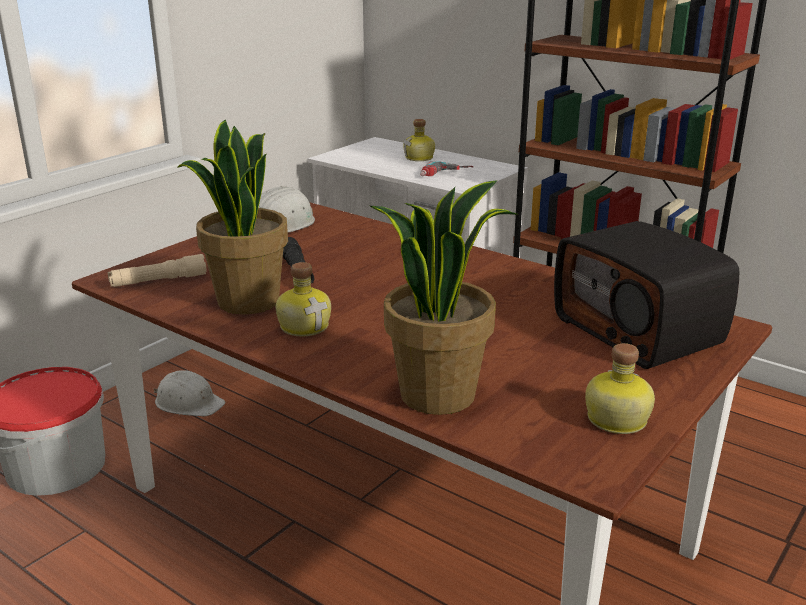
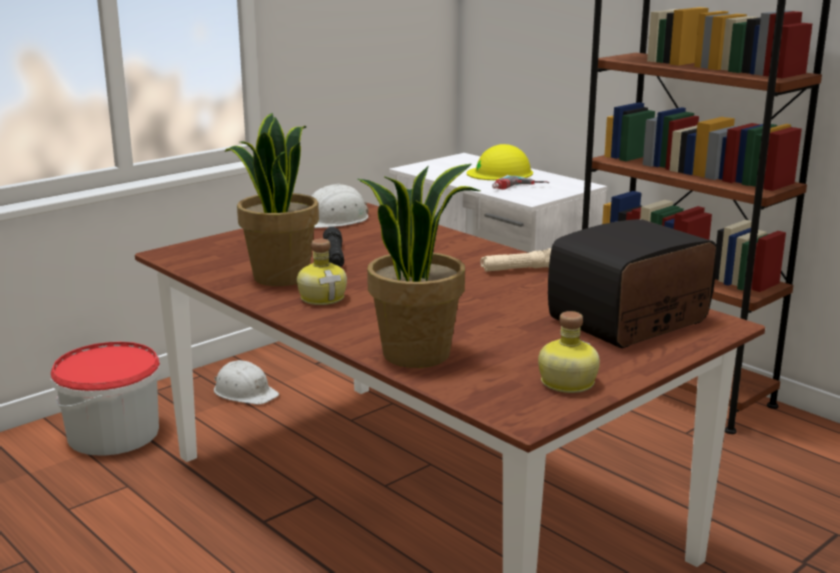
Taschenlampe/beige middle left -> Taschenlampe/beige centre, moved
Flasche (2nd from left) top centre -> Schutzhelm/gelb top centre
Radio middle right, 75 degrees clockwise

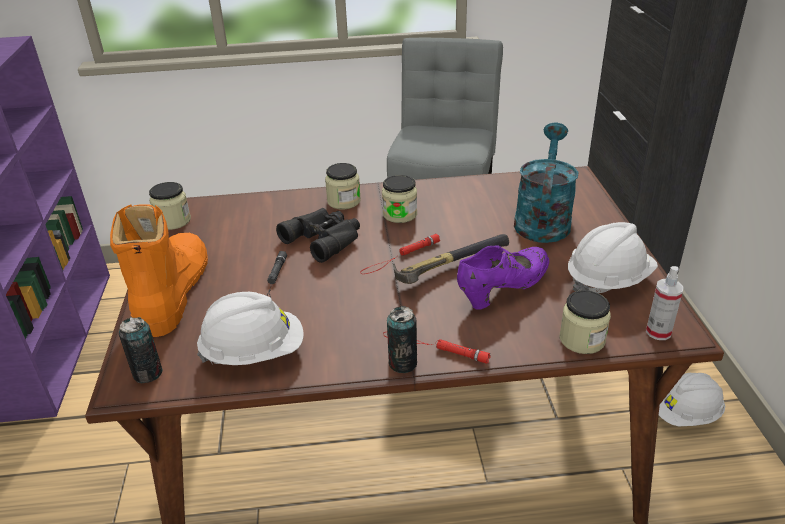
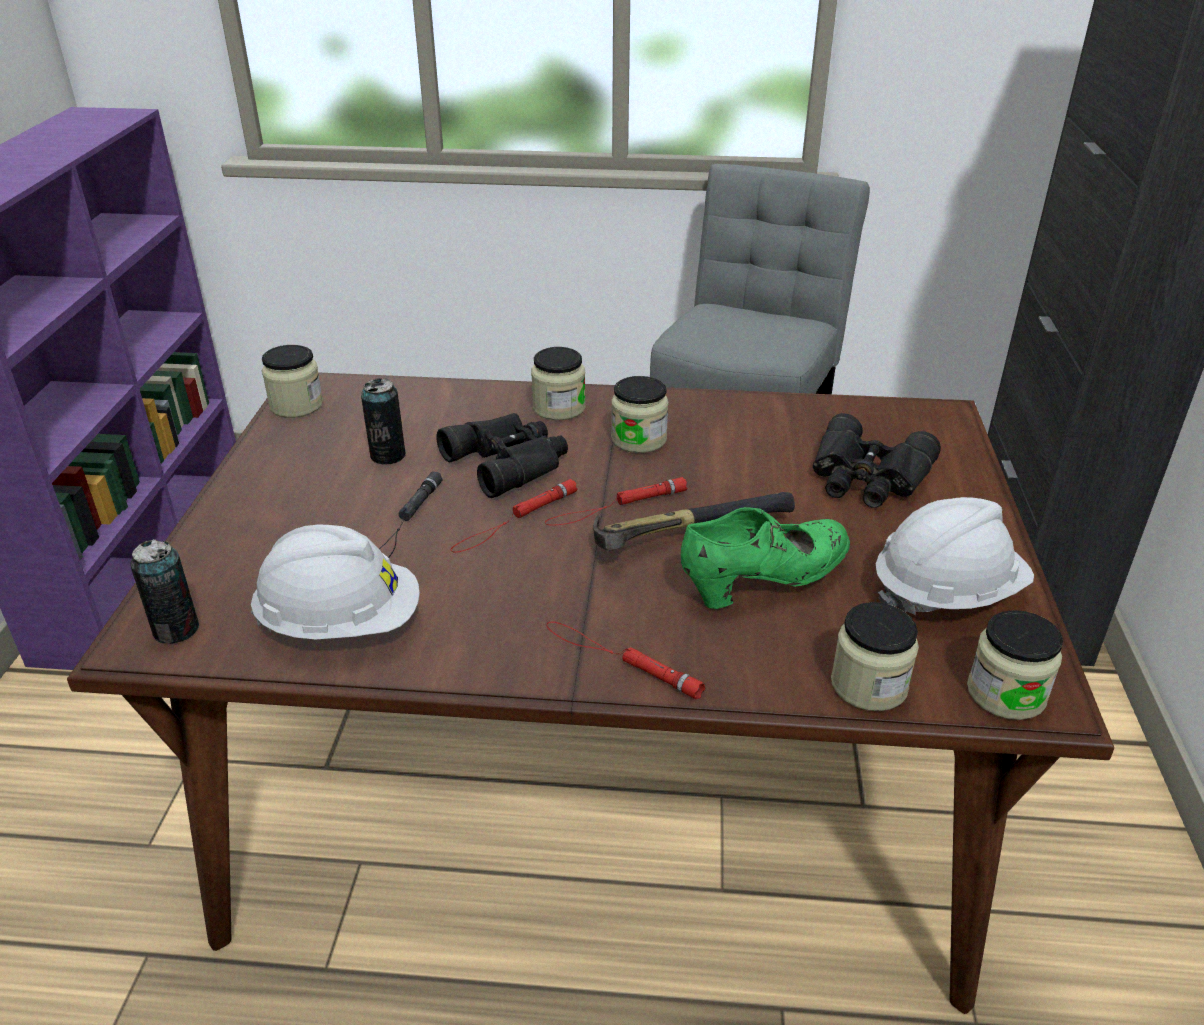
Stiefel/orange middle left -> none
Schutzhelm/weiß (3rd from left) bottom right -> none
none -> Taschenlampe/rot (1st from left) centre
Dose (2nd from left) centre -> Dose (2nd from left) middle left, moved
Gießkanne/türkis middle right -> Fernglas/schwarz (2nd from left) middle right
Sprühflasche middle right -> Vorratsglas (5th from left) middle right
Schuh/lila centre -> Schuh/grün centre

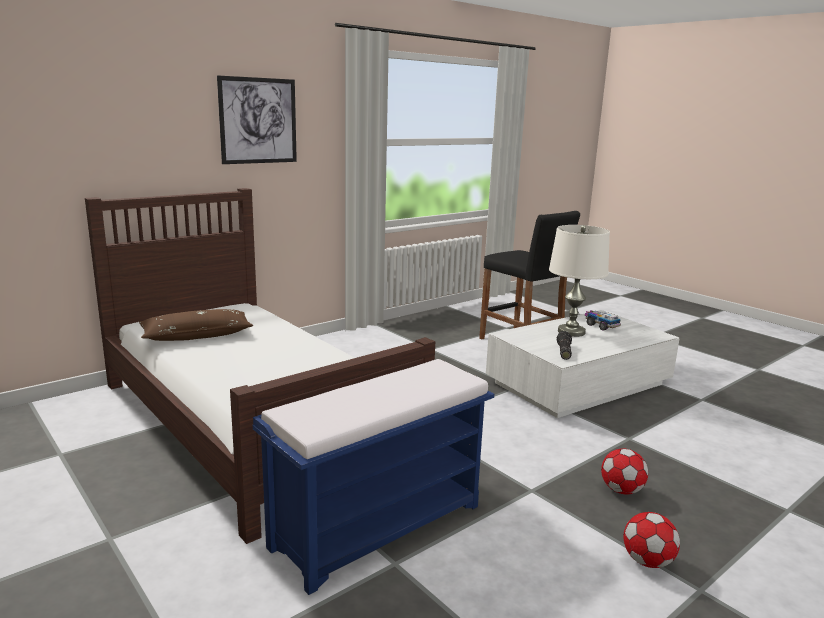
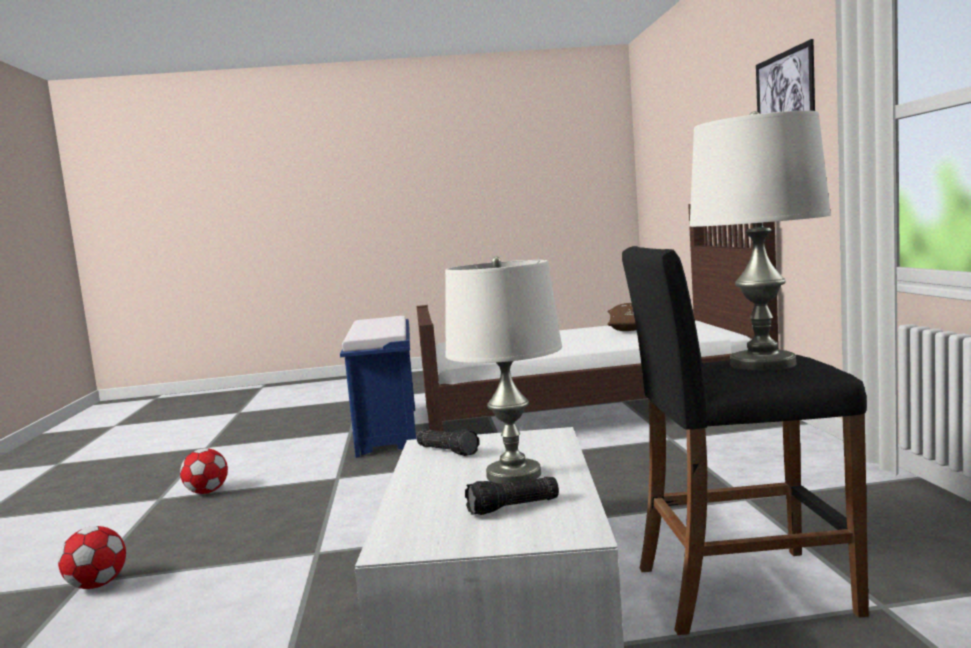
none -> Tischlampe/weiß (2nd from left) middle right
Fußball (1st from left) bottom right -> Fußball (1st from left) bottom left, moved
Spielzeuglaster middle right -> Taschenlampe (2nd from left) bottom centre

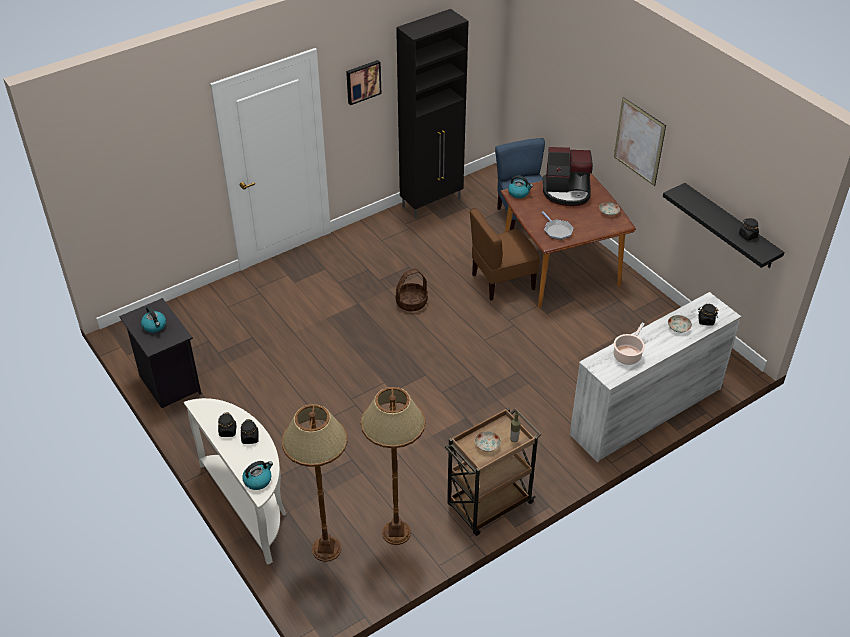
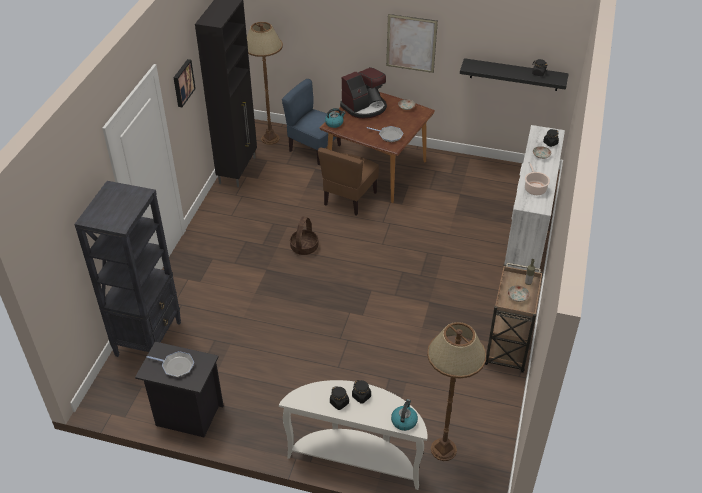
none -> Bücherregal/schwarz middle left
Stehlampe/braun (2nd from left in the first image) bottom centre -> Stehlampe/braun (1st from left) top centre, moved
Wasserkessel (1st from left) middle left -> Pfanne (1st from left) bottom left

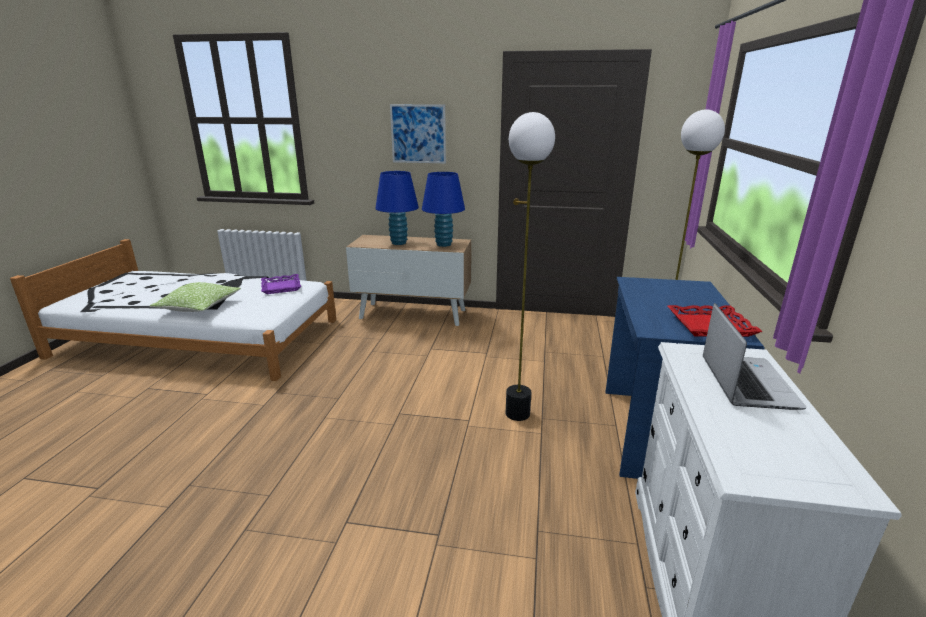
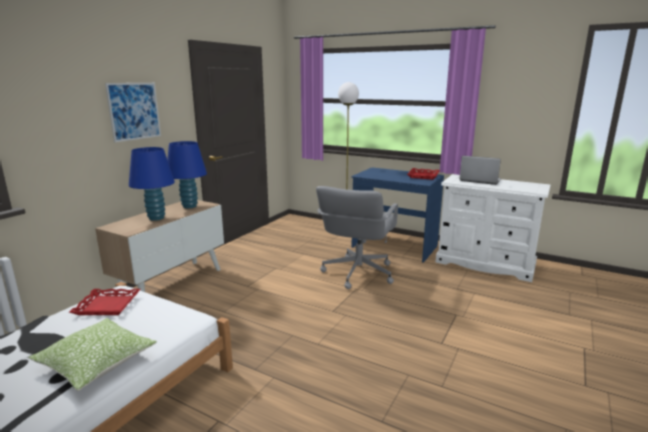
Stehlampe (1st from left) centre -> Bürostuhl/grau centre
Tablett/lila middle left -> Tablett/rot (1st from left) bottom left

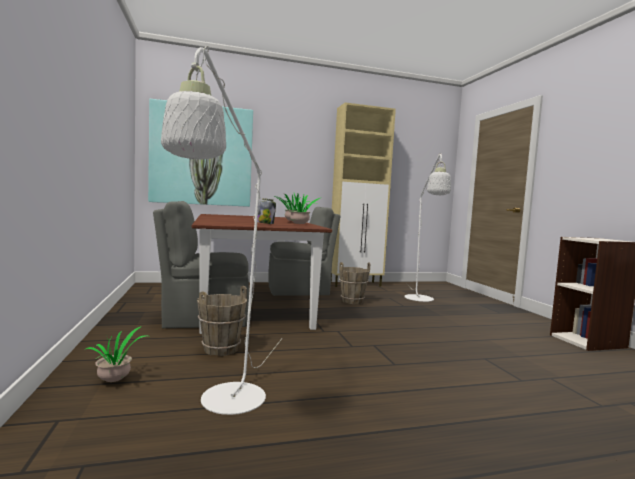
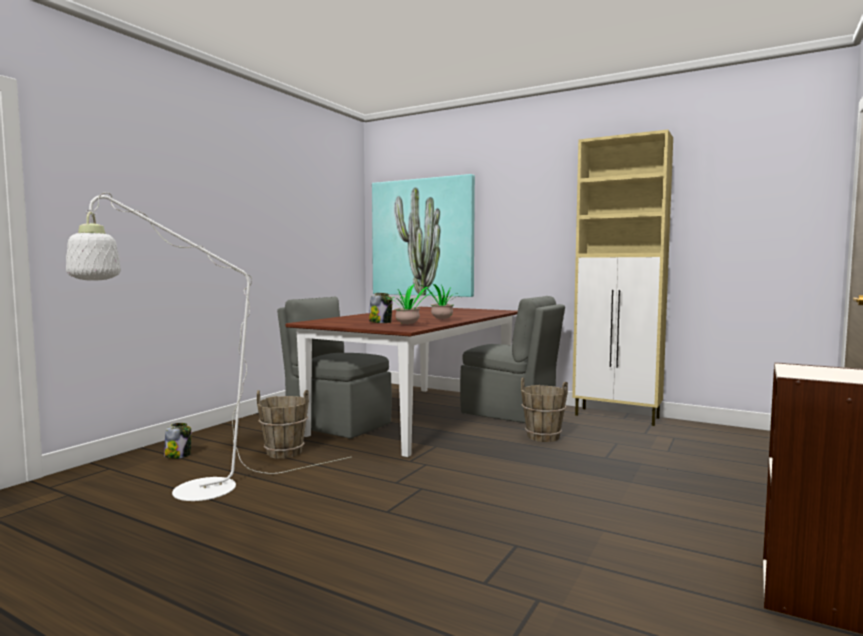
Stehlampe/weiß (2nd from left) middle right -> none
Topfpflanze (1st from left) bottom left -> Vorratsglas (1st from left) bottom left

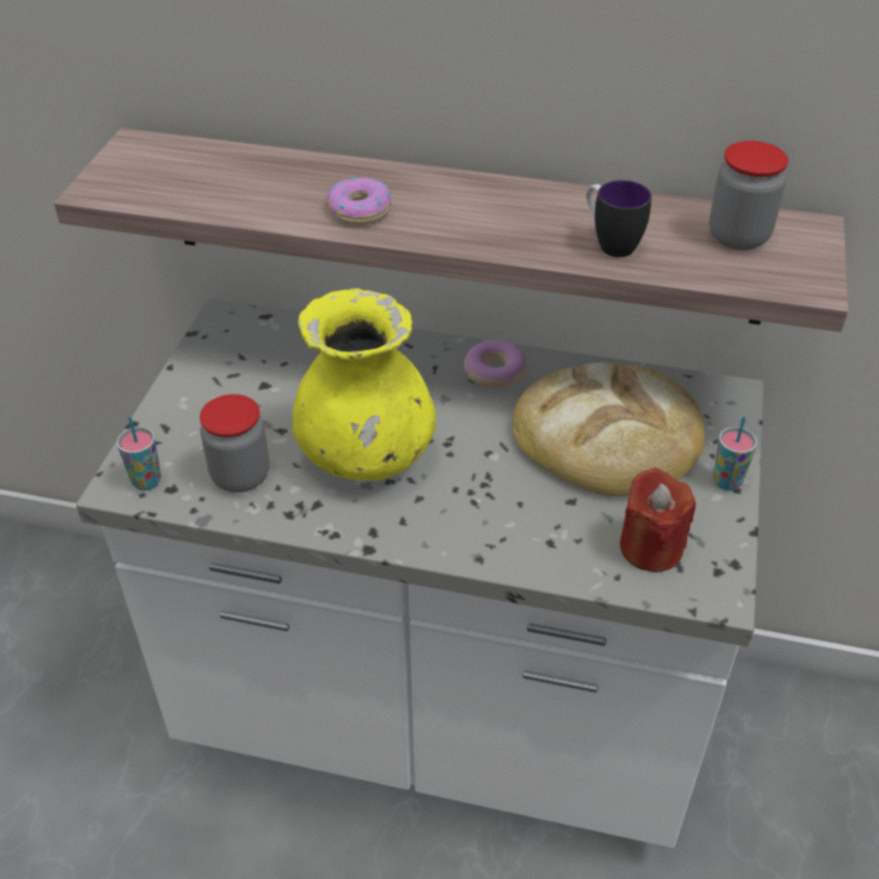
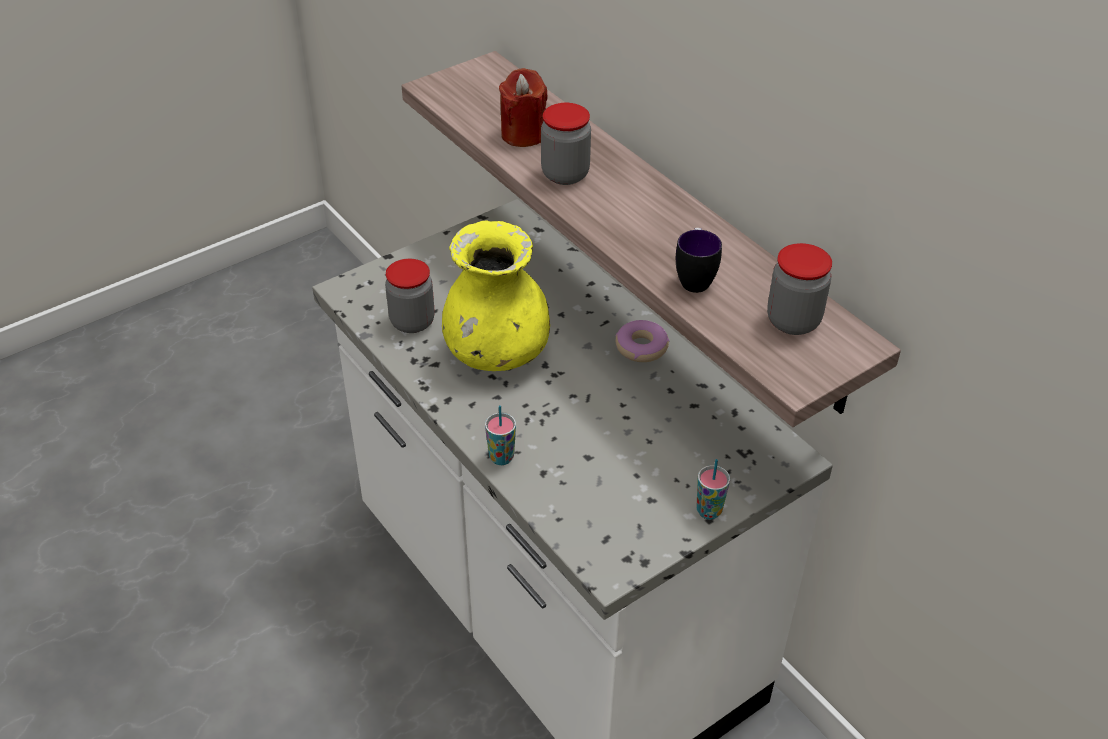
Brot middle right -> none
Tasse (1st from left) middle left -> Tasse (1st from left) centre, moved
Kerze/rot middle right -> Kerze/rot top centre, moved
Donut (1st from left) top centre -> Vorratsglas (2nd from left) top centre

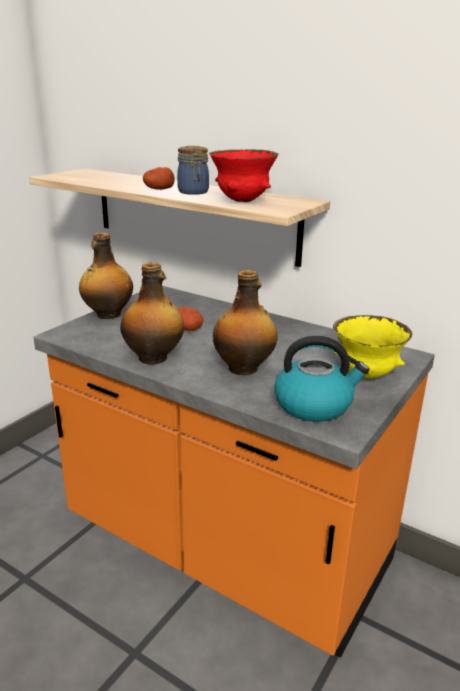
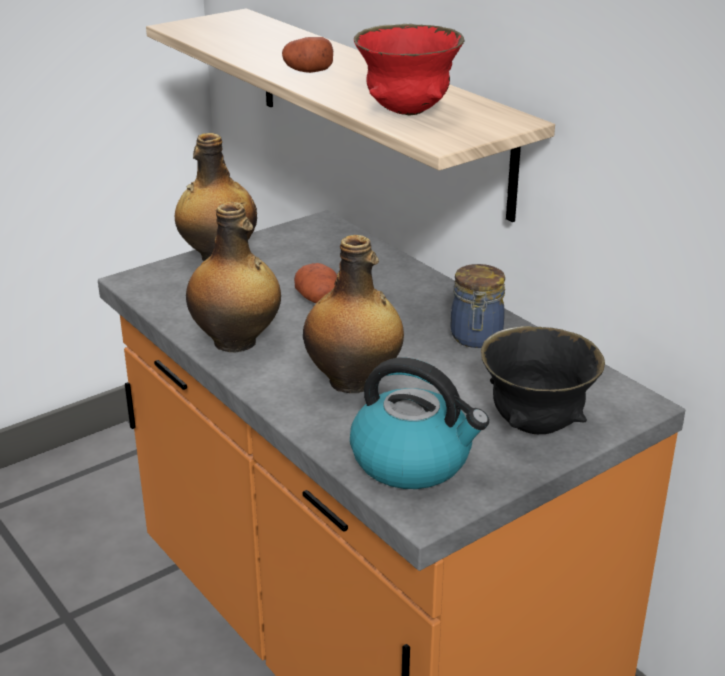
Vorratsglas top centre -> Vorratsglas centre, moved
Schüssel/gelb middle right -> Schüssel/schwarz middle right

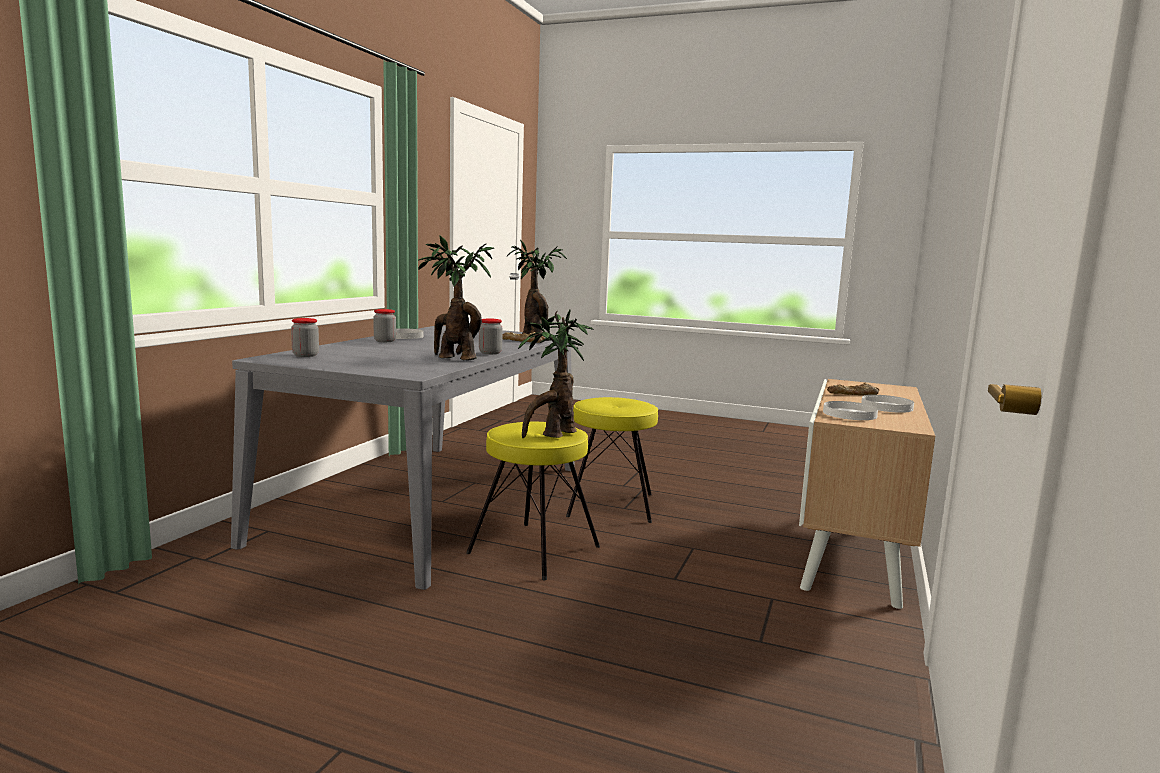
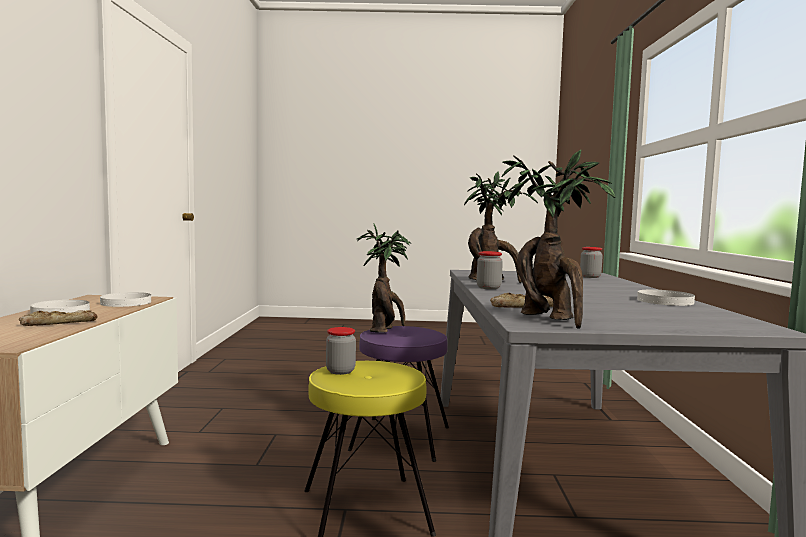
Vorratsglas (2nd from left in the first image) middle left -> Vorratsglas (1st from left) centre, moved
Hocker/gelb (1st from left) centre -> Hocker/lila bottom centre

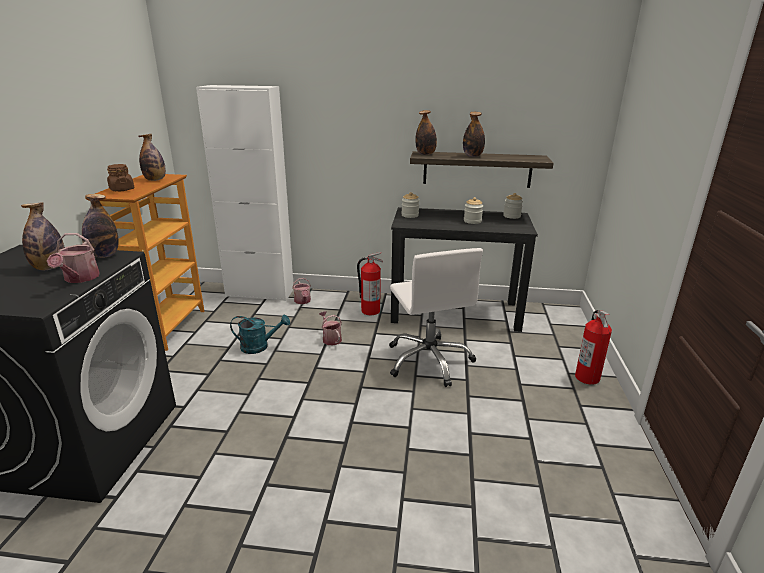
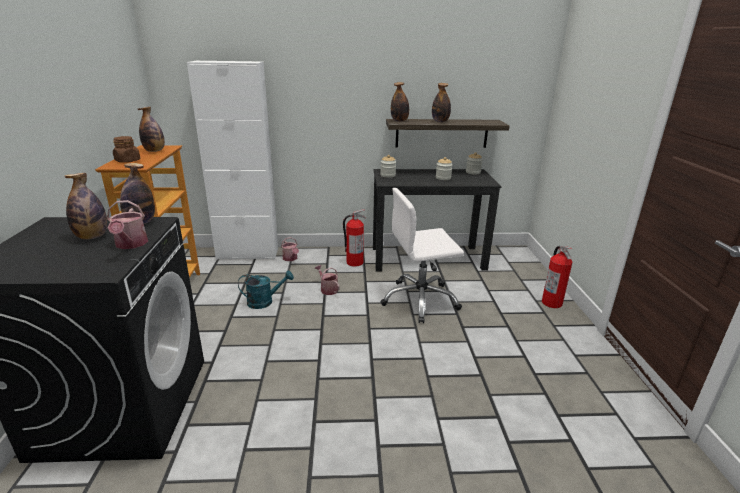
Bürostuhl/weiß centre, 105 degrees clockwise

